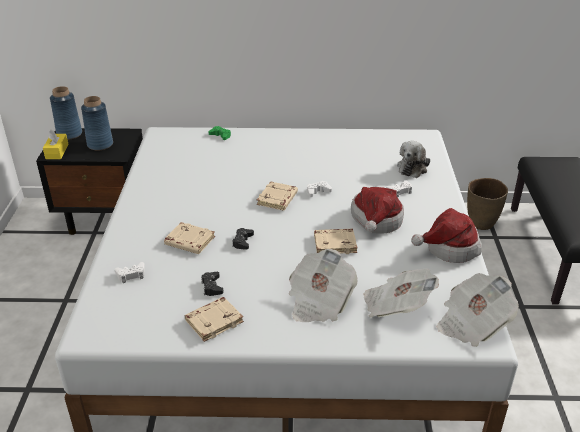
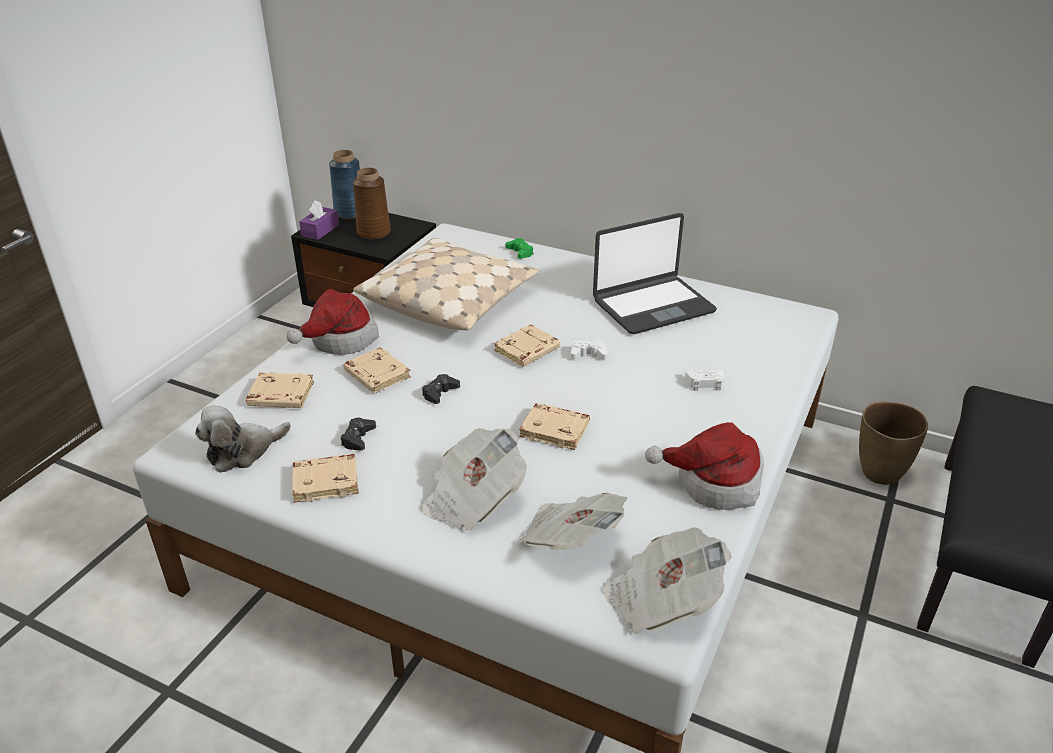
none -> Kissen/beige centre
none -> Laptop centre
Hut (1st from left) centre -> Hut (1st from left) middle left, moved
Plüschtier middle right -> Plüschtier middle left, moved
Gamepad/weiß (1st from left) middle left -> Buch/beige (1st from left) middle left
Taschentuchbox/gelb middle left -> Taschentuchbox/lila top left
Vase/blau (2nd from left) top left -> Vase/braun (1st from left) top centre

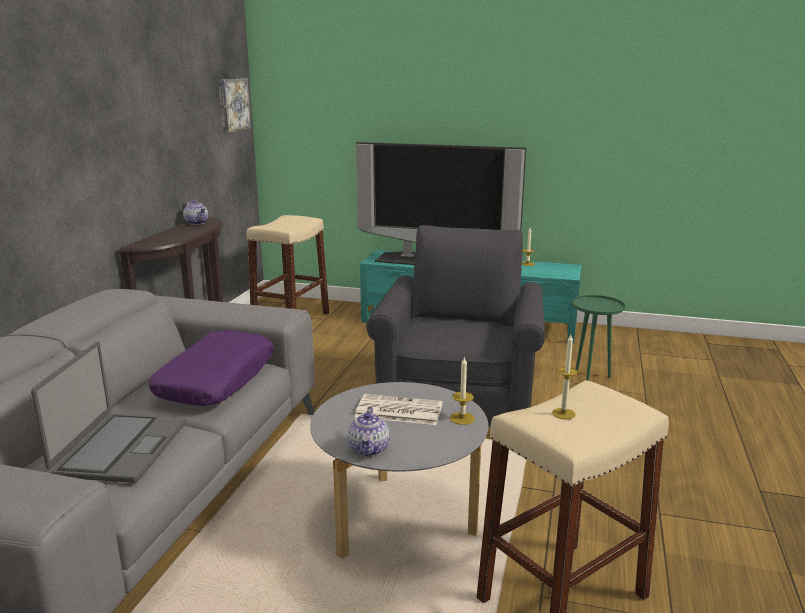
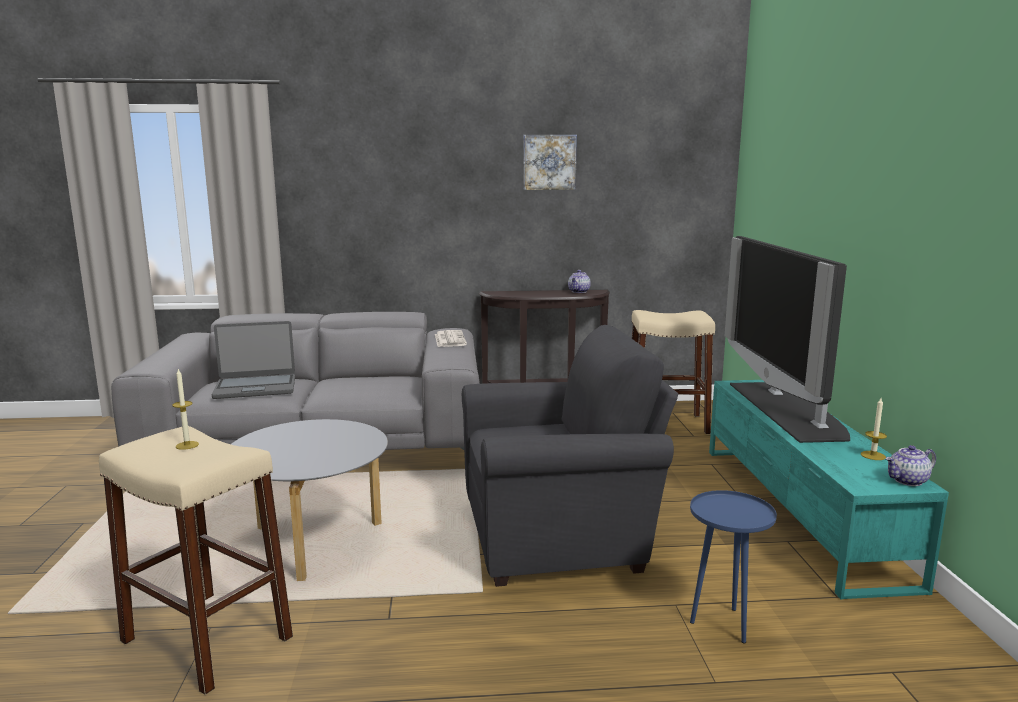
Kissen/lila middle left -> none
Kerze (1st from left) centre -> none
Bild top left -> Bild top centre, moved
Teekanne (2nd from left) bottom centre -> Teekanne (2nd from left) middle right, moved
Zeitung bottom centre -> Zeitung centre, moved
Beistelltisch/grün middle right -> Beistelltisch/blau bottom right

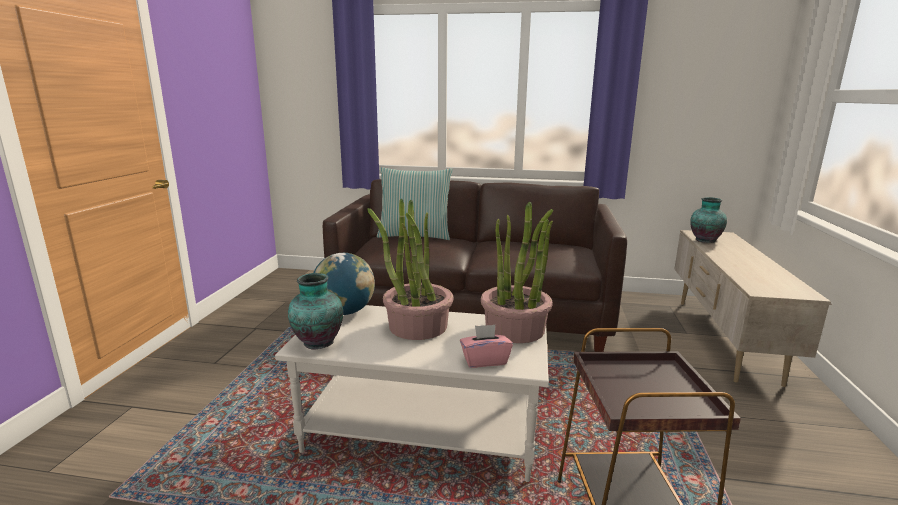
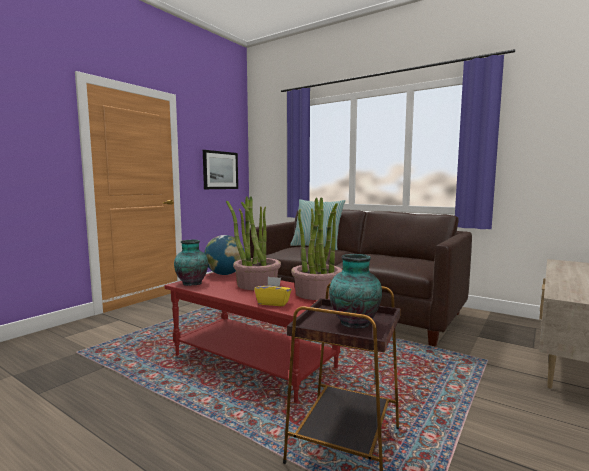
none -> Bild centre
Vase (2nd from left) middle right -> Vase (2nd from left) centre, moved
Couchtisch/weiß bottom centre -> Couchtisch/rot bottom centre
Taschentuchbox/rosa bottom centre -> Taschentuchbox/gelb centre

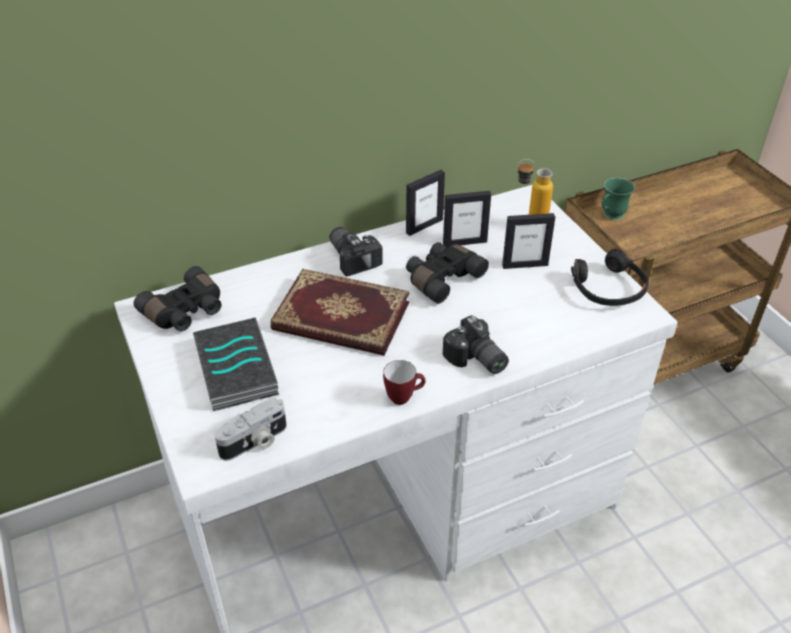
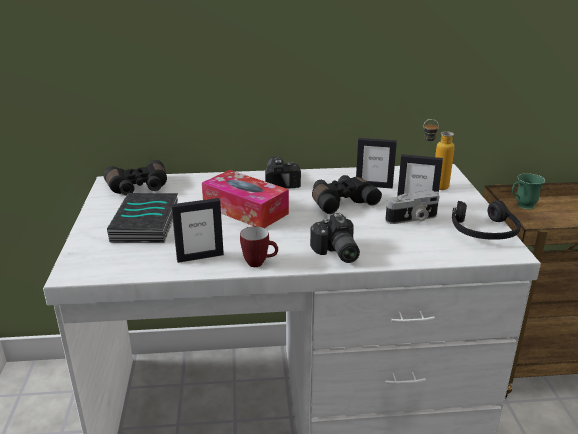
Kamera (1st from left in the first image) bottom left -> Kamera (3rd from left) middle right, moved
Bilderrahmen (1st from left) top centre -> Bilderrahmen (1st from left) centre, moved
Buch (2nd from left) centre -> Taschentuchbox centre

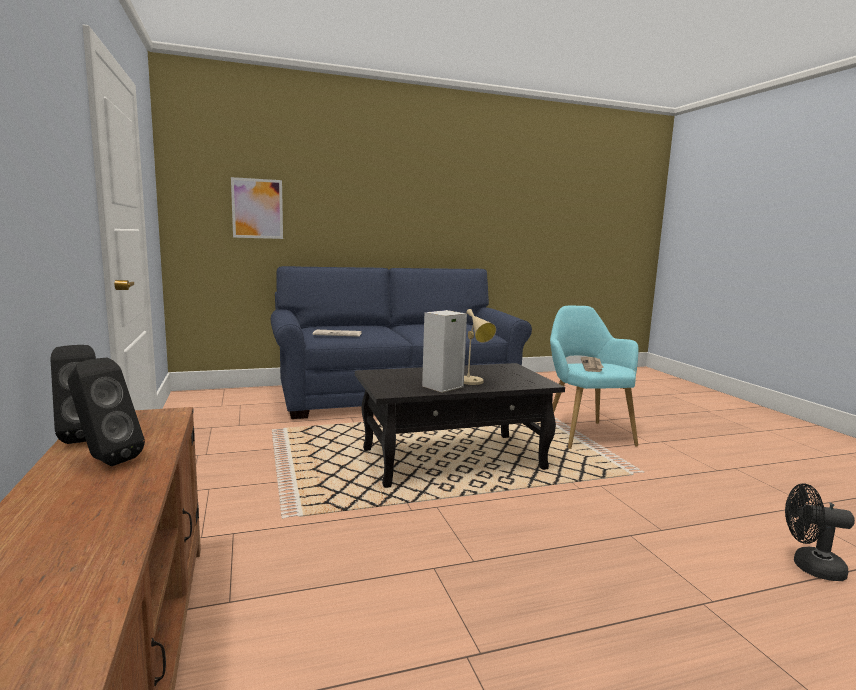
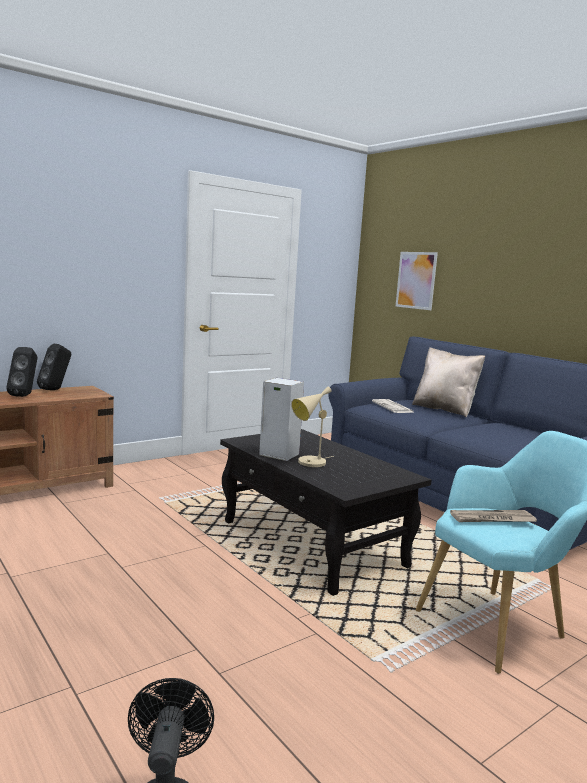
none -> Kissen/beige middle right

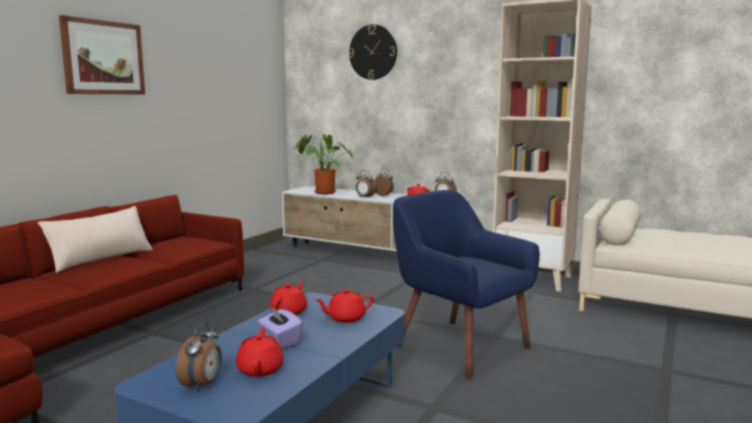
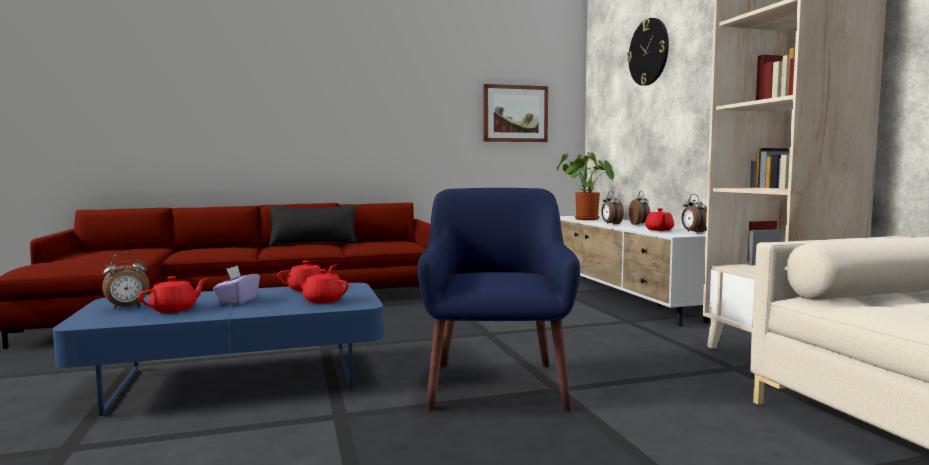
Bild top left -> Bild top centre, moved
Kissen/beige middle left -> Kissen/schwarz centre

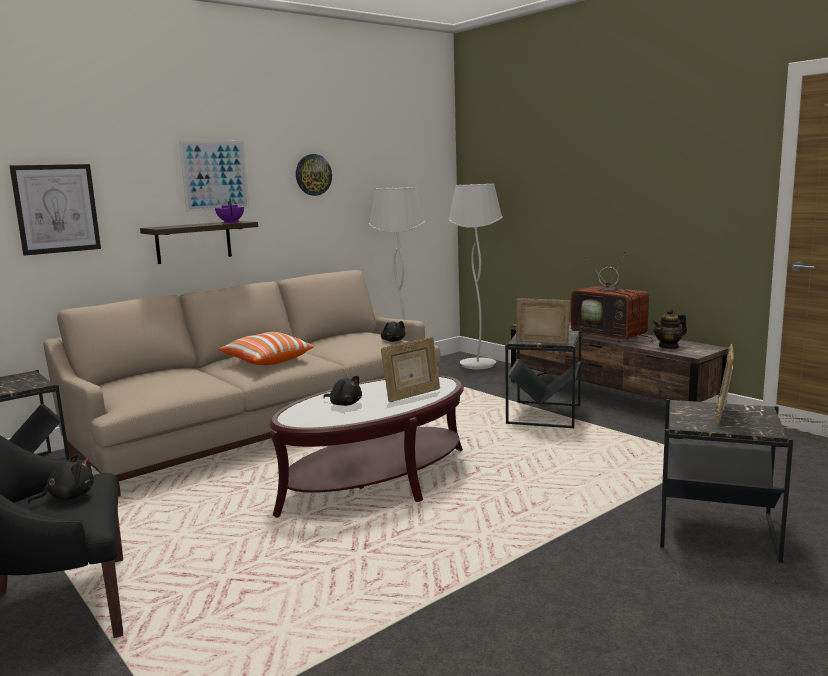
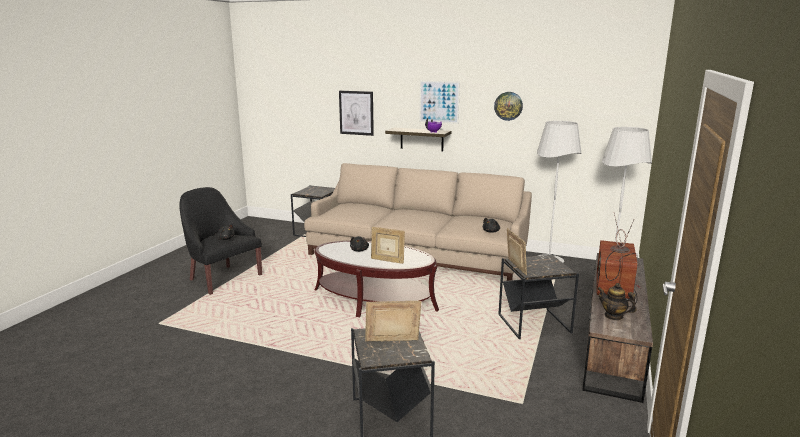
Kissen middle left -> none

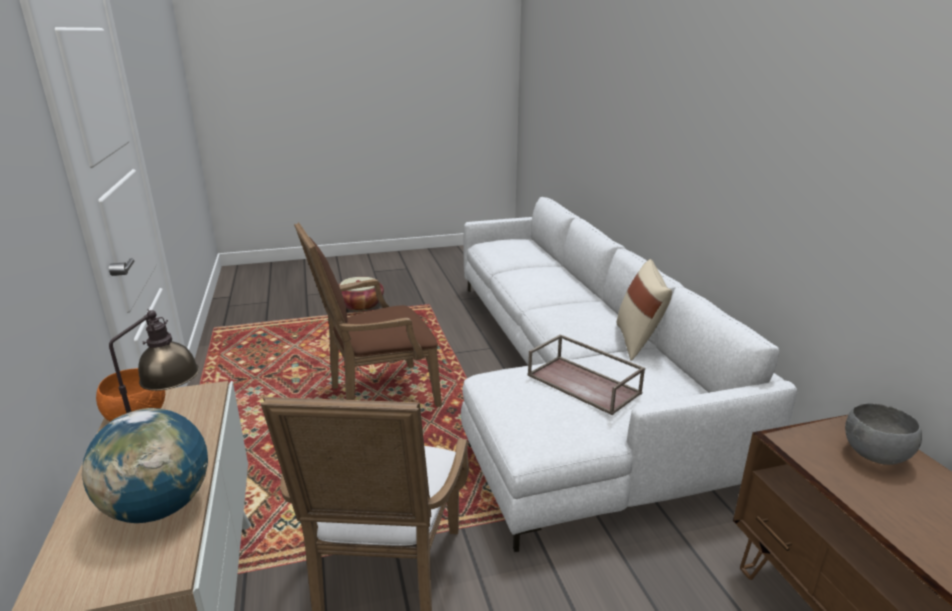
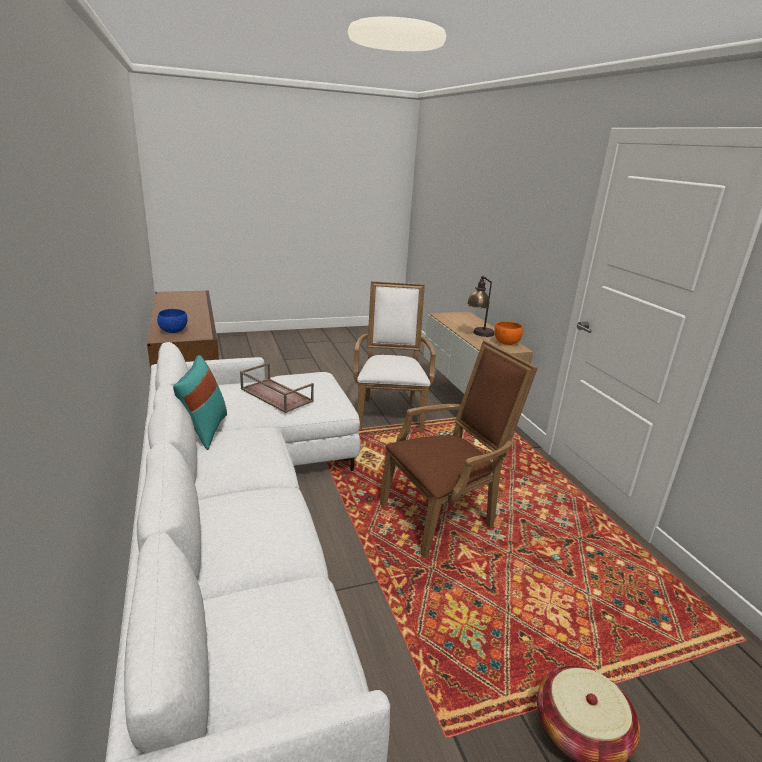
Globus bottom left -> none
Kissen/beige middle right -> Kissen/türkis middle left
Schüssel/grau bottom right -> Schüssel/blau middle left

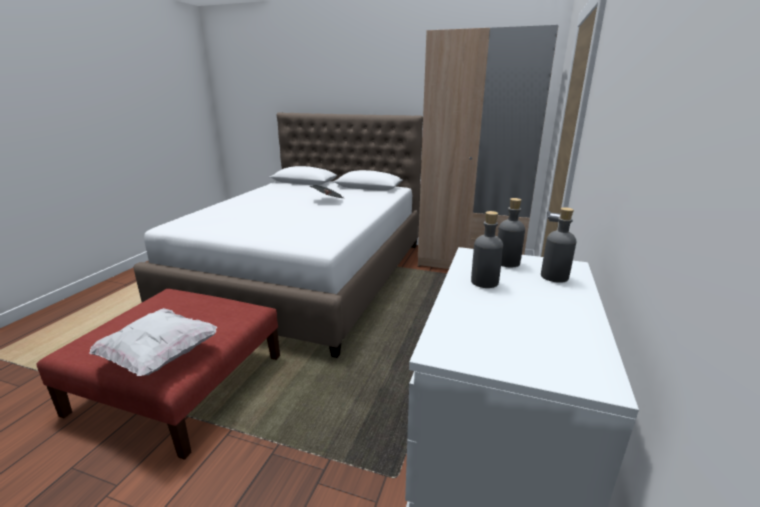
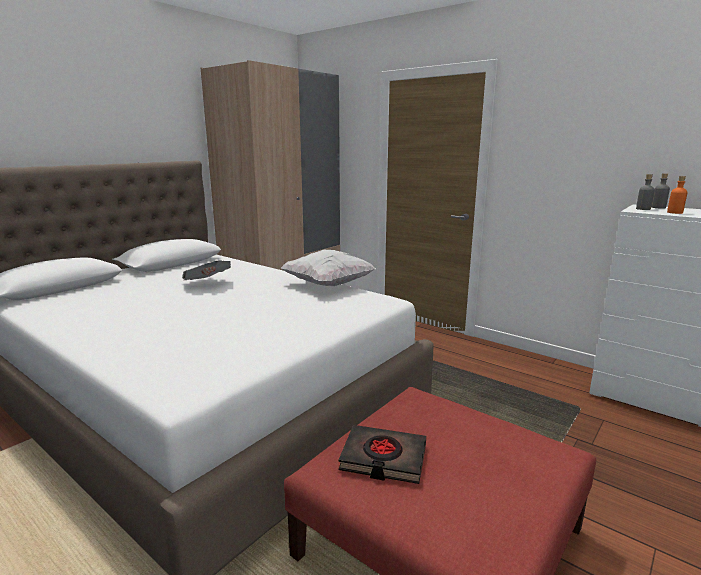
none -> Buch/schwarz bottom centre
Kissen/weiß bottom left -> Kissen/weiß centre, moved
Flasche/grau (1st from left) centre -> Flasche/orange middle right

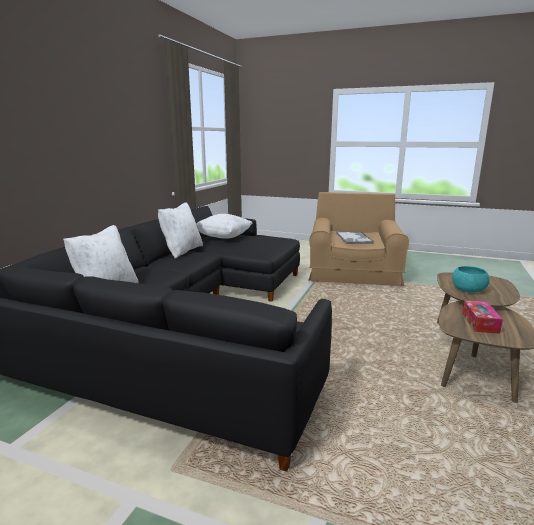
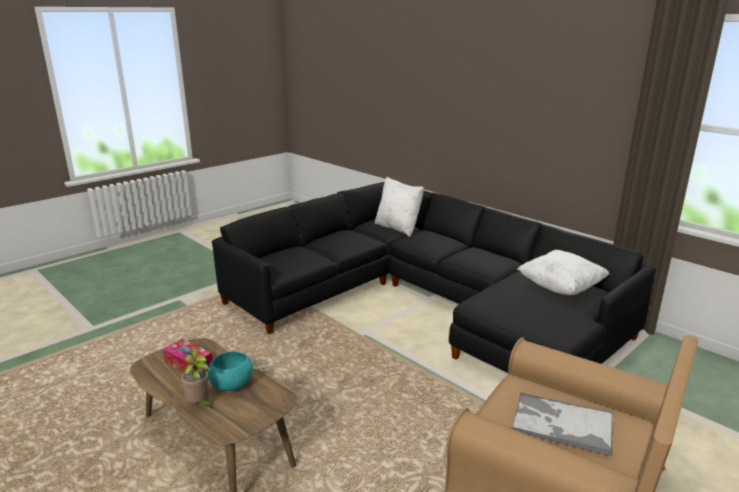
Kissen/weiß (2nd from left) centre -> none
none -> Topfpflanze bottom left

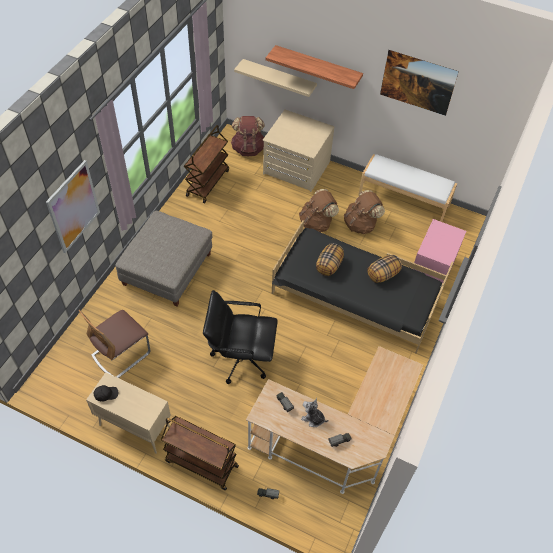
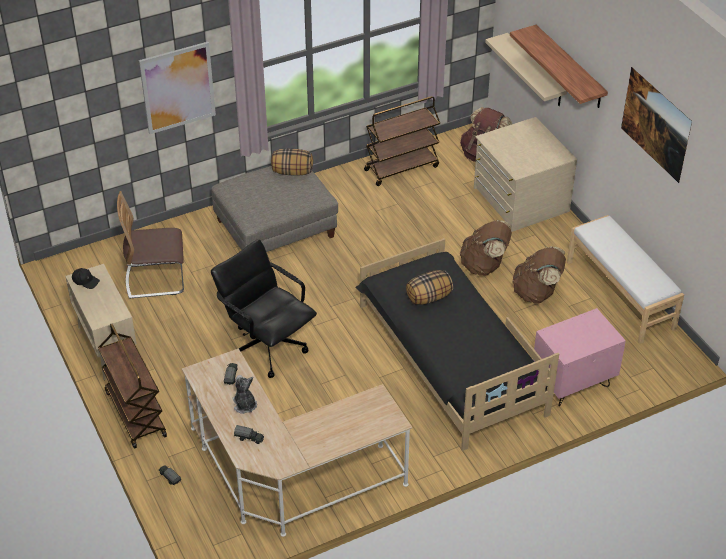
Kissen (2nd from left in the first image) middle right -> Kissen (1st from left) top centre, moved

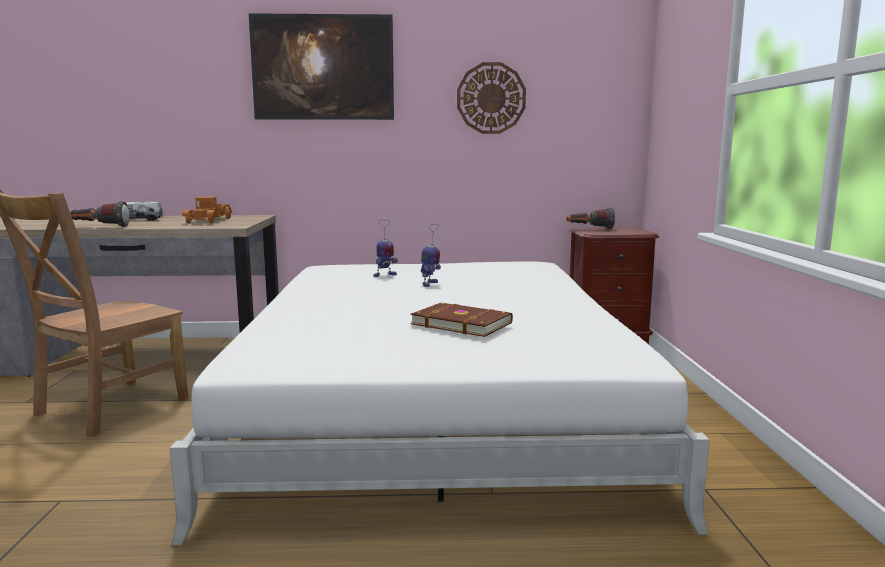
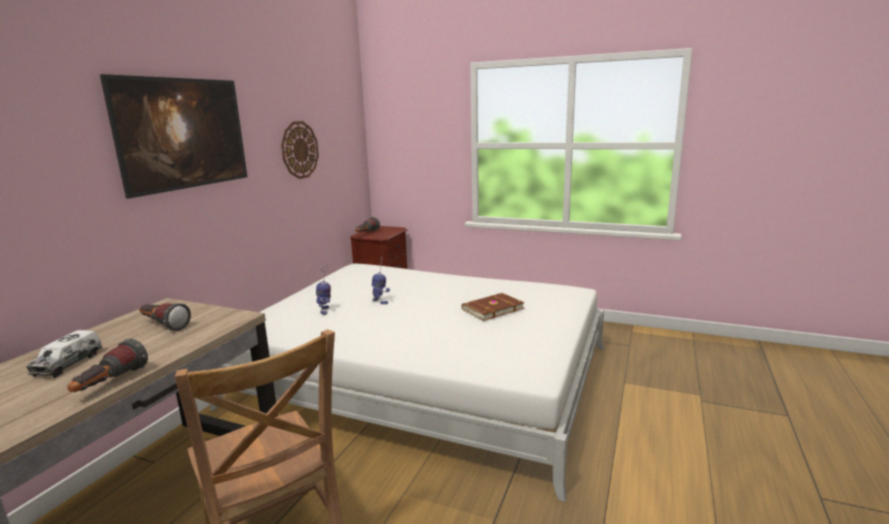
Spielzeuglaster (2nd from left) middle left -> Taschenlampe (2nd from left) middle left

